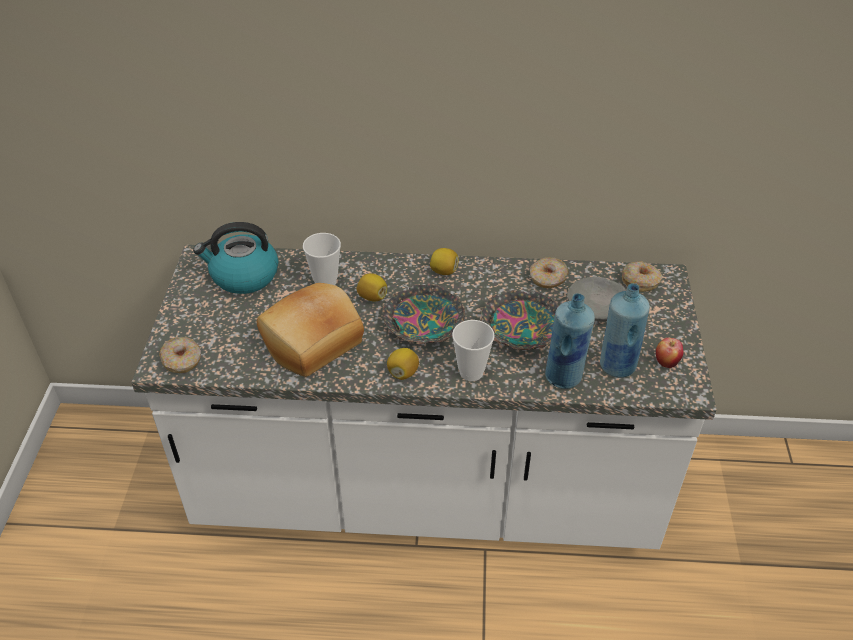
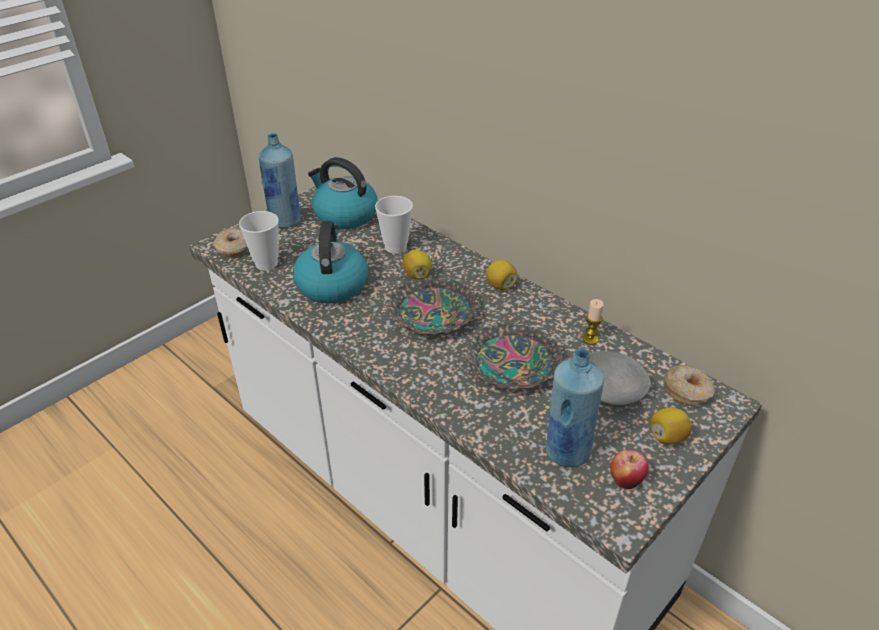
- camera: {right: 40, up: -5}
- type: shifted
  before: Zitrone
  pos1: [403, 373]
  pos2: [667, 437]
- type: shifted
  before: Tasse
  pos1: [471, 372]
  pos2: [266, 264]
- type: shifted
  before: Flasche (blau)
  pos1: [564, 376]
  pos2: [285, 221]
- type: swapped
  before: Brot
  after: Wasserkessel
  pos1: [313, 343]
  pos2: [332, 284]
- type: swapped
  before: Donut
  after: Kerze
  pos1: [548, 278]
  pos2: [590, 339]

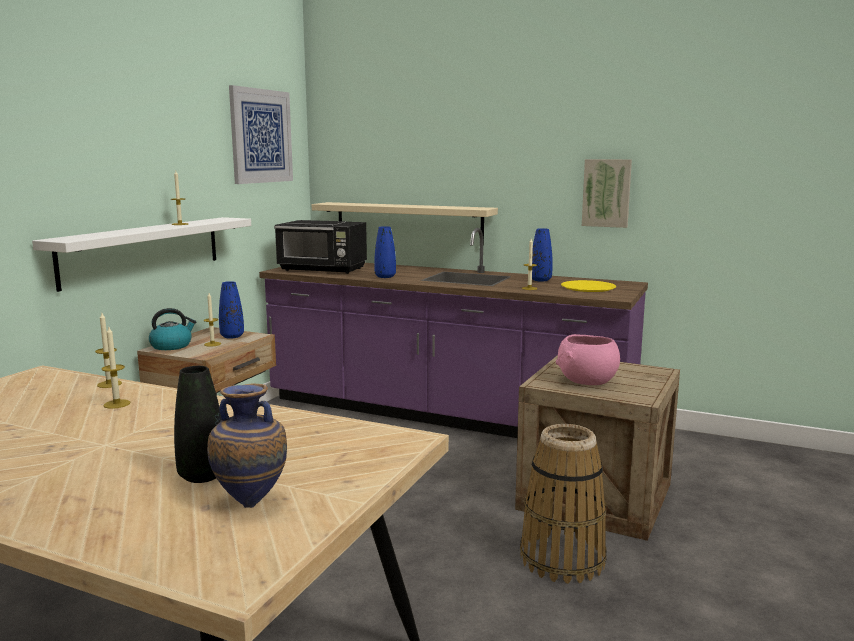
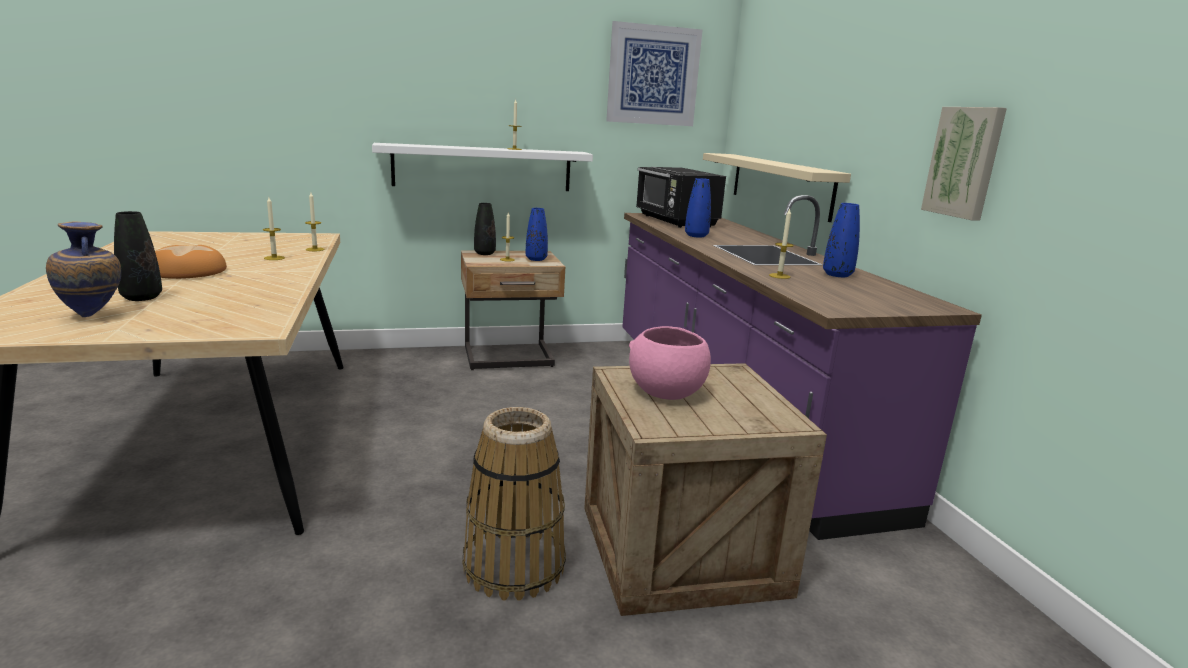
- camera: {right: 50, up: 5}
- type: gone
  before: Teller (gelb)
  pos1: [588, 287]
- type: new
  after: Brot
  pos2: [186, 271]
- type: swapped
  before: Wasserkessel
  after: Vase (schwarz)
  pos1: [172, 346]
  pos2: [484, 253]

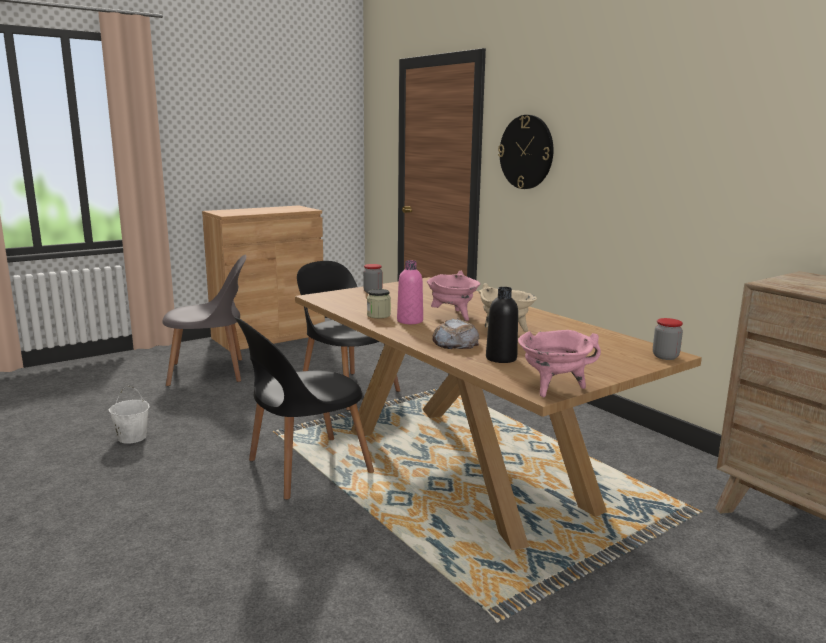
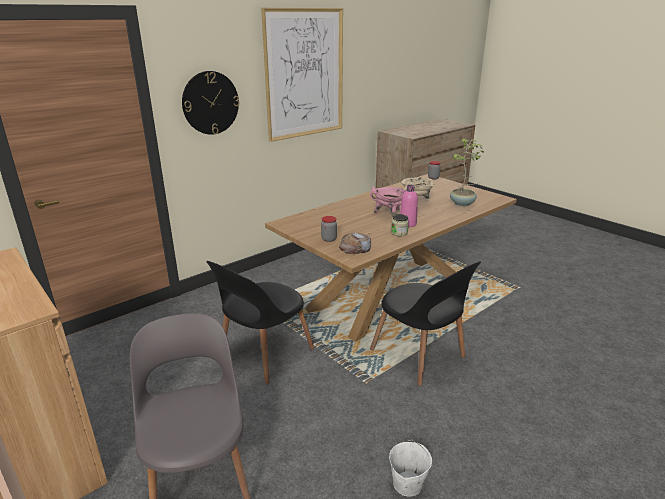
- camera: {right: -95, up: 10}
- type: gone
  before: Kochtopf (rosa)
  pos1: [553, 388]
- type: new
  after: Bild
  pos2: [304, 74]
- type: shifted
  before: Brot
  pos1: [455, 342]
  pos2: [355, 247]
- type: swapped
  before: Flasche (schwarz)
  after: Topfpflanze
  pos1: [501, 358]
  pos2: [462, 203]

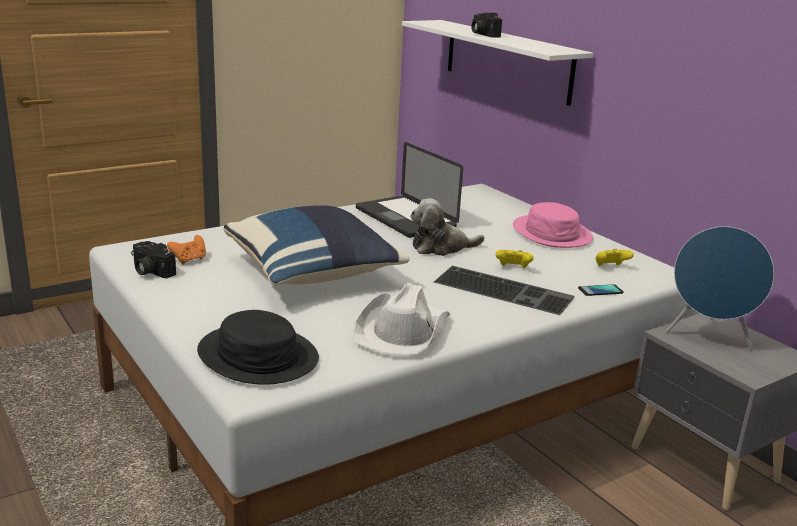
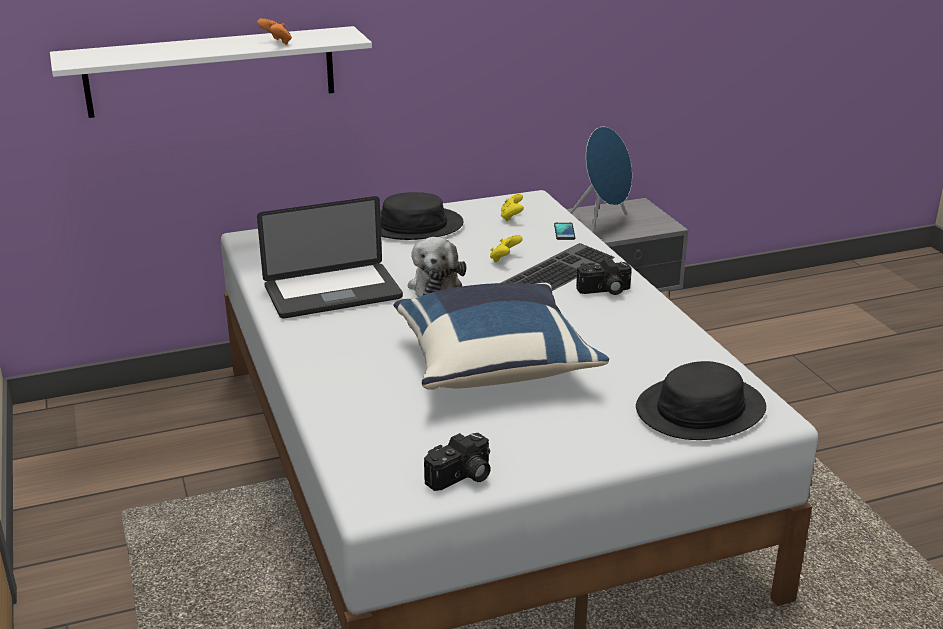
- camera: {right: -75, up: 5}
- type: gone
  before: Hut (weiß)
  pos1: [402, 330]
- type: shifted
  before: Gamepad (orange)
  pos1: [189, 260]
  pos2: [276, 43]
- type: shifted
  before: Kamera
  pos1: [482, 34]
  pos2: [604, 291]
- type: repainted
  before: Hut (rosa)
  after: Hut (schwarz)
  pos1: [552, 233]
  pos2: [413, 225]

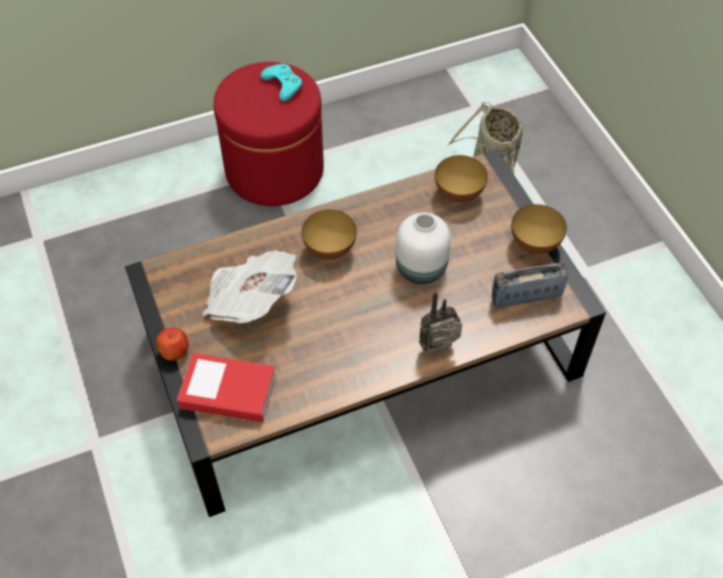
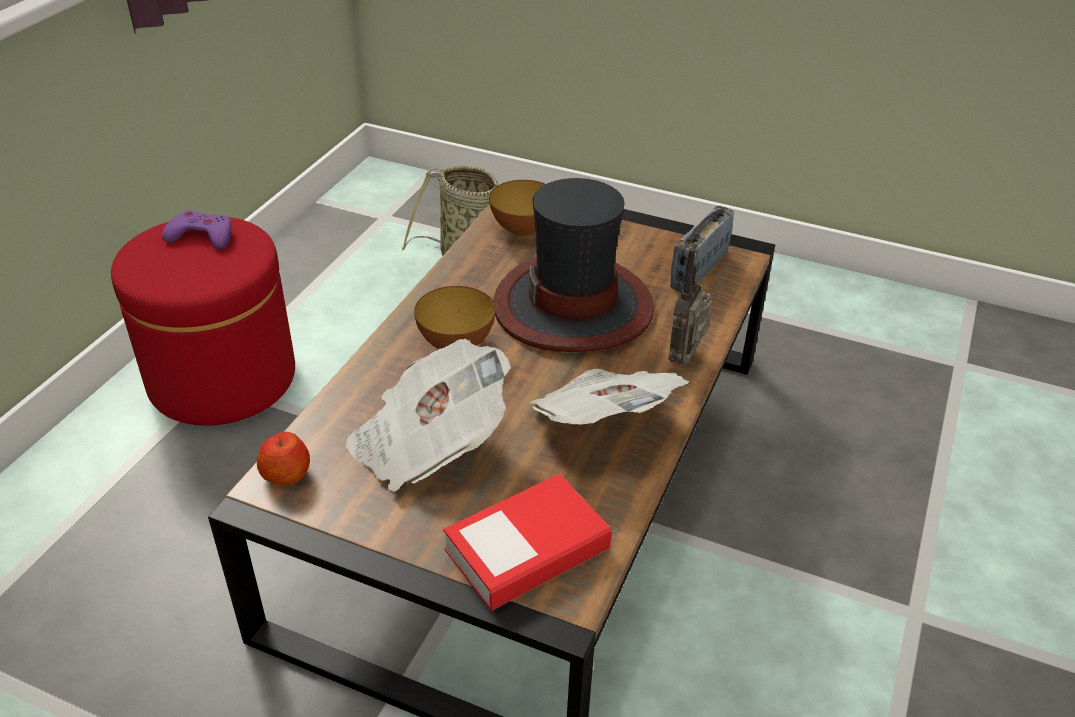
- camera: {right: -45, up: -15}
- type: gone
  before: Schüssel
  pos1: [534, 244]
- type: new
  after: Zeitung
  pos2: [603, 423]
- type: shifted
  before: Apfel
  pos1: [174, 351]
  pos2: [286, 474]
- type: swapped
  before: Vase (weiß)
  after: Hut
  pos1: [421, 269]
  pos2: [574, 306]
- type: repainted
  before: Gamepad (türkis)
  after: Gamepad (lila)
  pos1: [283, 84]
  pos2: [201, 236]

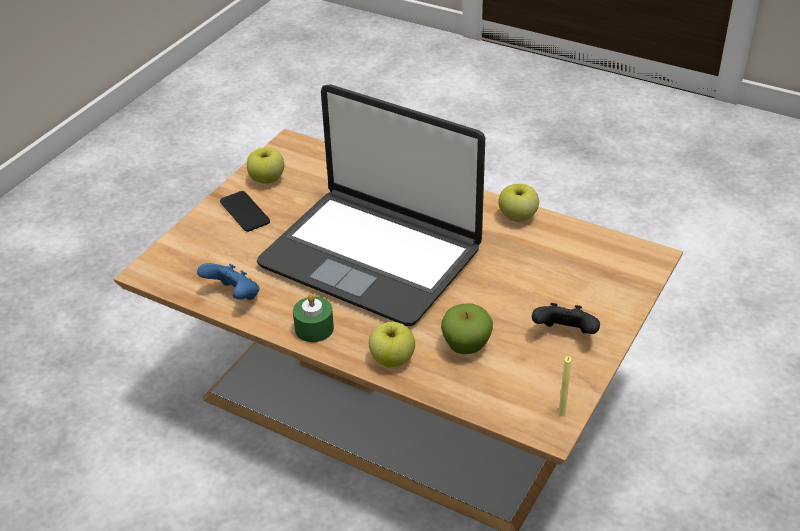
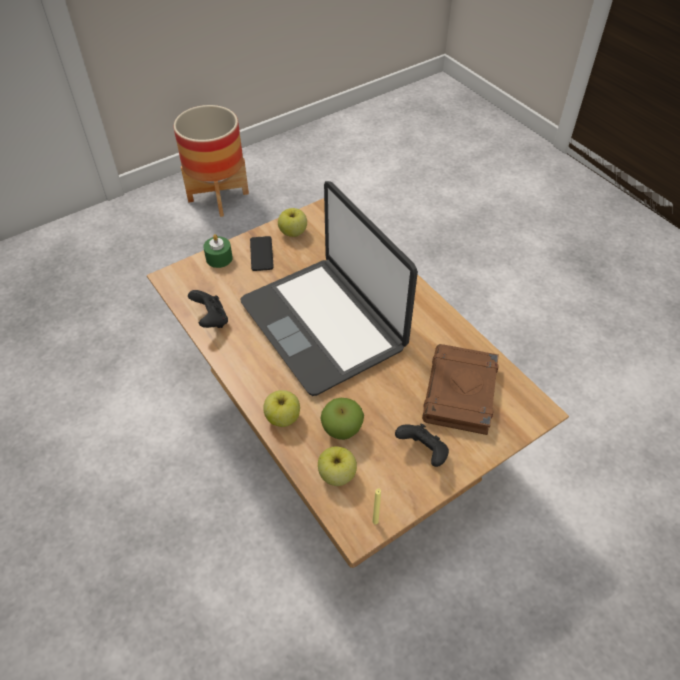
- camera: {right: 25, up: 10}
- type: new
  after: Pflanzkübel
  pos2: [218, 197]
- type: new
  after: Buch (braun)
  pos2: [460, 393]
- type: shifted
  before: Kerze (grün)
  pos1: [314, 328]
  pos2: [219, 258]
- type: shifted
  before: Apfel
  pos1: [517, 217]
  pos2: [337, 475]
- type: repainted
  before: Gamepad (blau)
  after: Gamepad (schwarz)
  pos1: [234, 296]
  pos2: [211, 320]

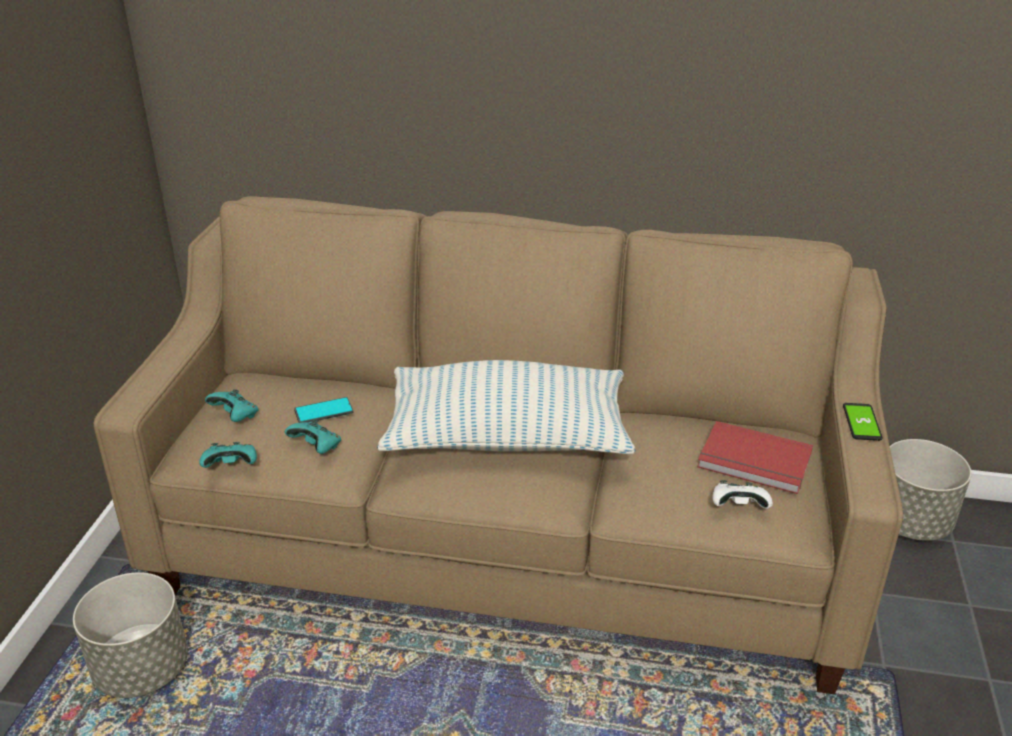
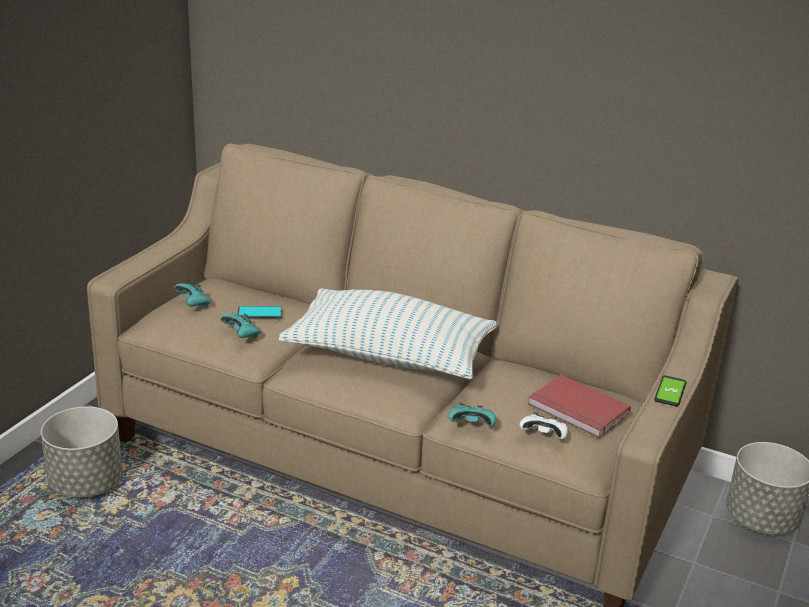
- camera: {right: 15, up: -5}
- type: shifted
  before: Gamepad (türkis)
  pos1: [232, 466]
  pos2: [472, 425]

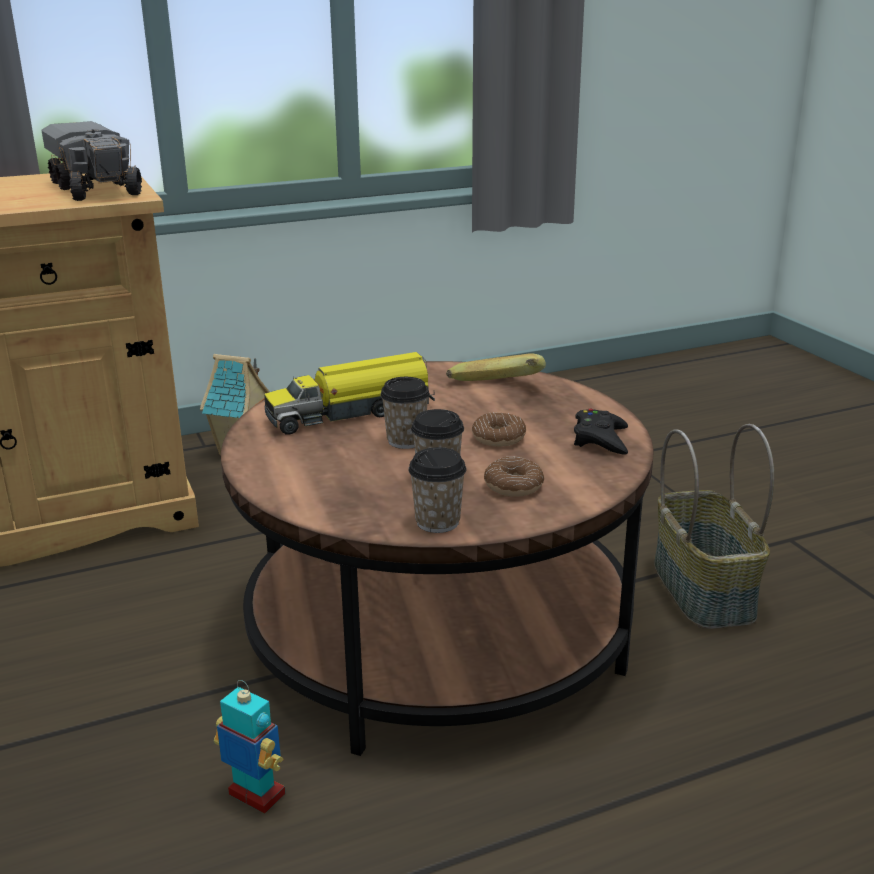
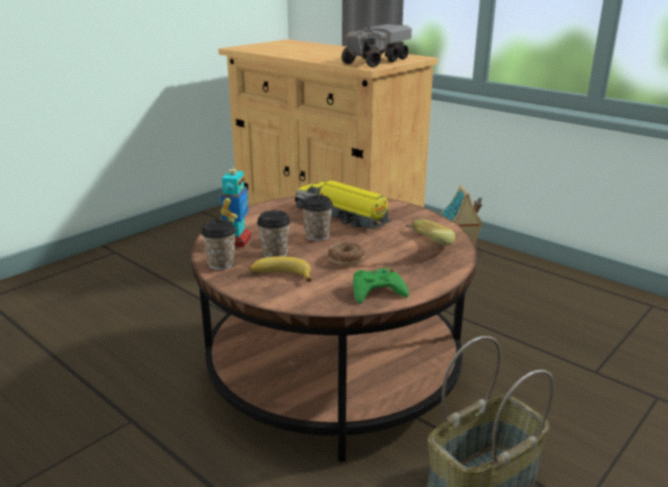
- camera: {right: 65, up: 0}
- type: shifted
  before: Spielzeugroboter
  pos1: [256, 795]
  pos2: [238, 241]
- type: swapped
  before: Donut
  after: Banane
  pos1: [513, 486]
  pos2: [281, 275]
- type: repainted
  before: Gamepad (schwarz)
  after: Gamepad (grün)
  pos1: [600, 439]
  pos2: [377, 291]

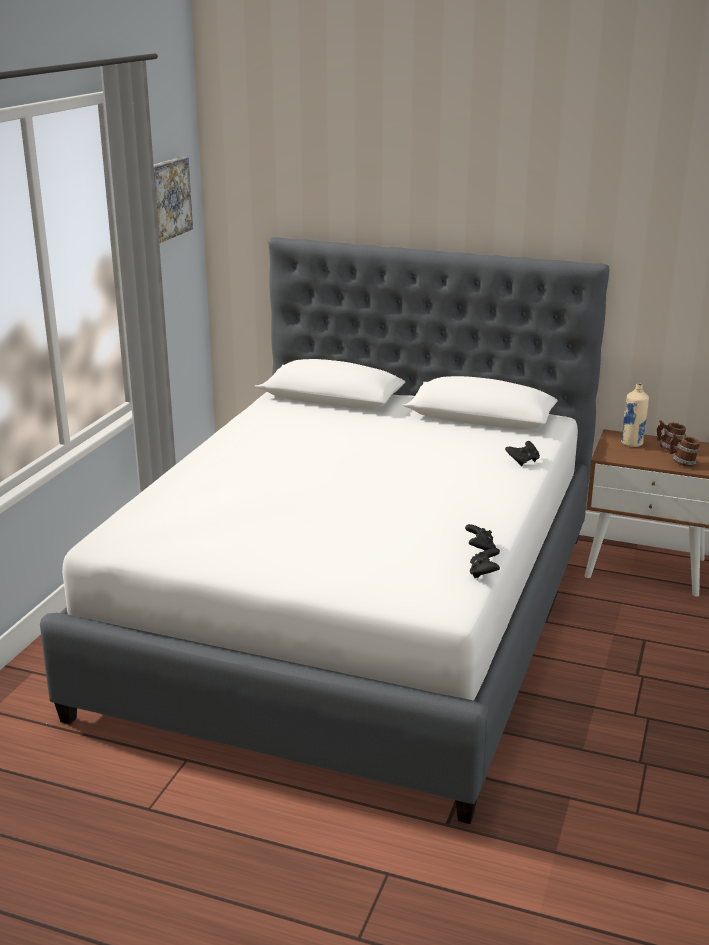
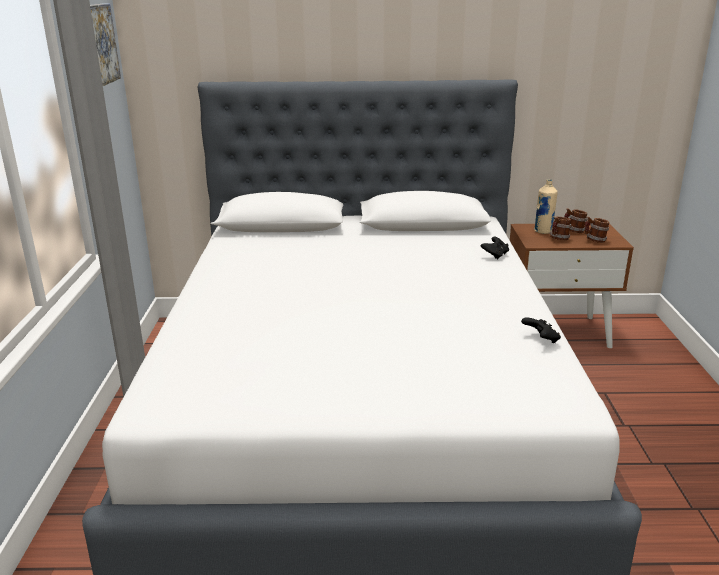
- camera: {right: -20, up: 0}
- type: gone
  before: Gamepad (schwarz)
  pos1: [484, 573]
- type: new
  after: Henkelbecher
  pos2: [558, 239]

